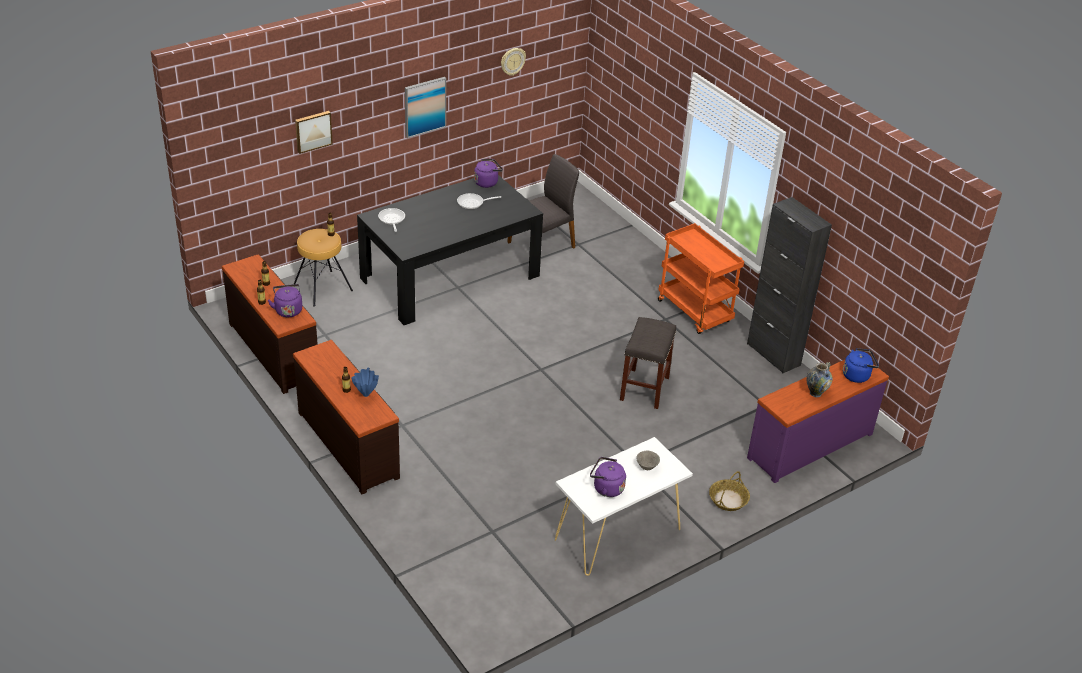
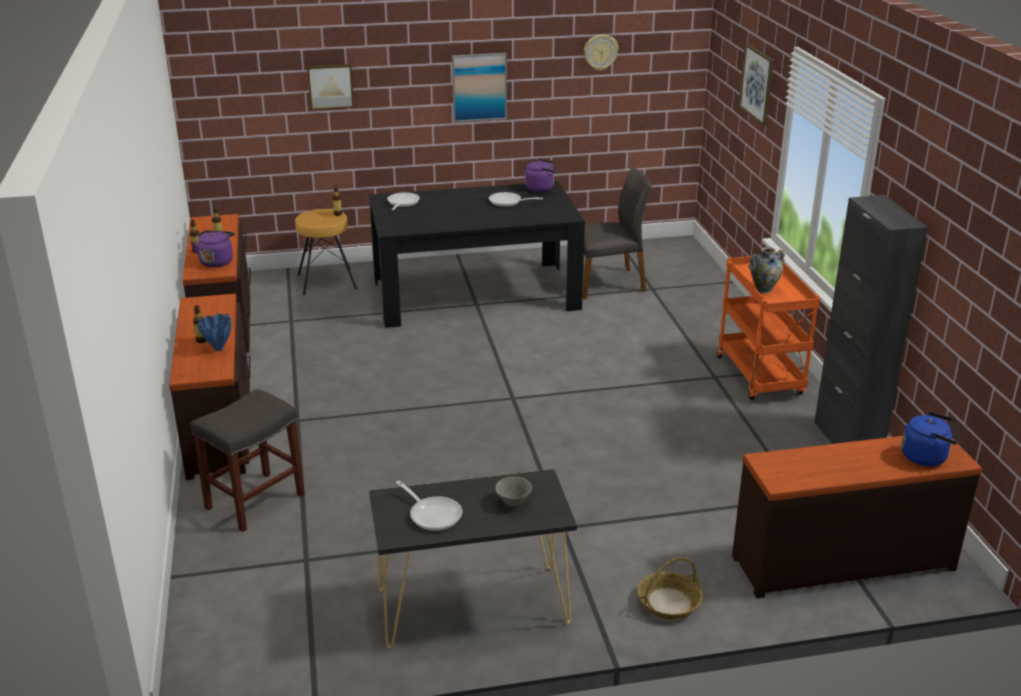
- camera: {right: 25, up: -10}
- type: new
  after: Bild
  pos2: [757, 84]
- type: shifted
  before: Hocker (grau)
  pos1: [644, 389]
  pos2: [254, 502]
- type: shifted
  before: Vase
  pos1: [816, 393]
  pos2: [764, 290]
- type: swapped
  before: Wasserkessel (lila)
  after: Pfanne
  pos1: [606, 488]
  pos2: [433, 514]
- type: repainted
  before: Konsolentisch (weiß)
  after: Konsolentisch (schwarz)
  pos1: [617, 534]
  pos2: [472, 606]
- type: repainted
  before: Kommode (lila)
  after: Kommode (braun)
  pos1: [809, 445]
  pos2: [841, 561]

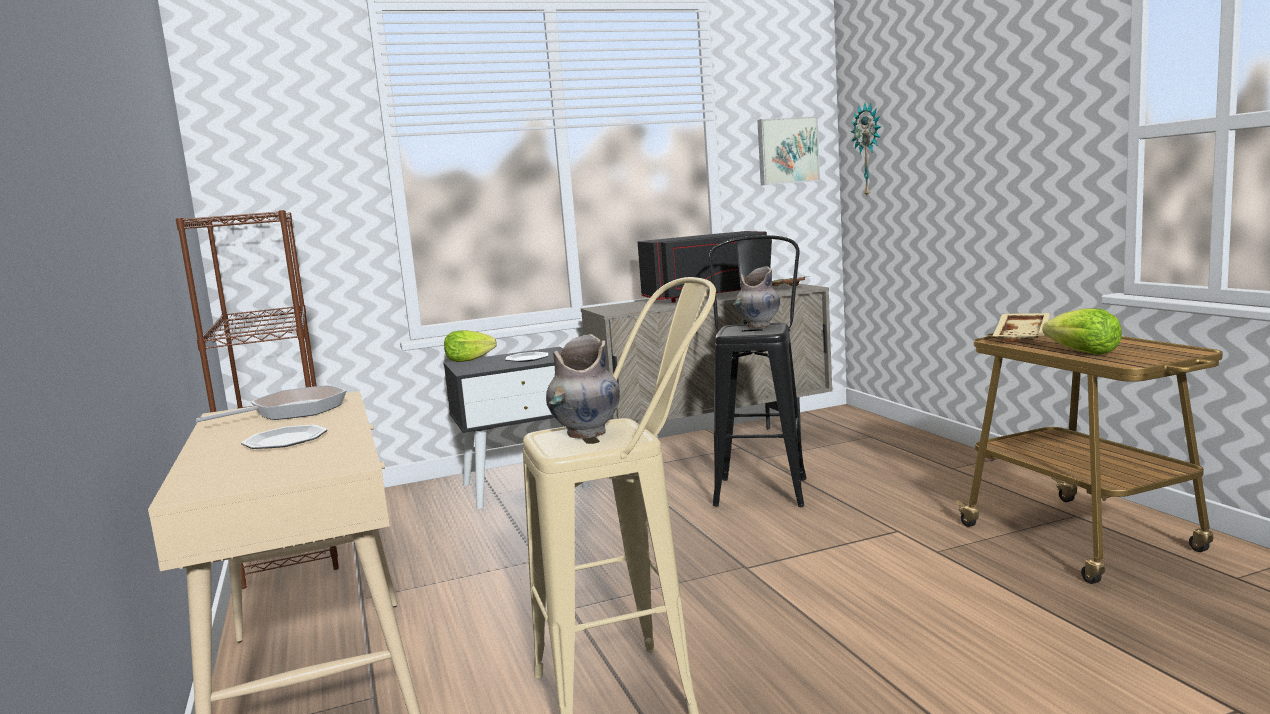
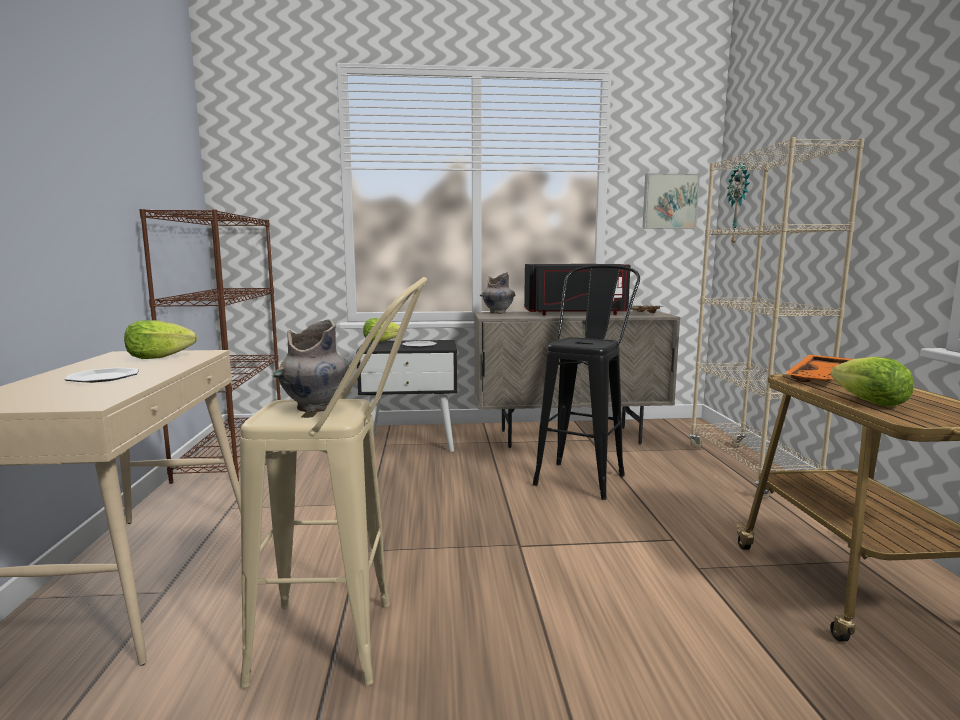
- camera: {right: 15, up: 0}
- type: new
  after: Bücherregal (beige)
  pos2: [749, 469]
- type: shifted
  before: Vase (grau)
  pos1: [758, 326]
  pos2: [497, 313]
- type: swapped
  before: Pfanne
  after: Salatkopf
  pos1: [292, 411]
  pos2: [158, 358]
- type: repainted
  before: Tablett (beige)
  after: Tablett (orange)
  pos1: [1023, 336]
  pos2: [821, 378]

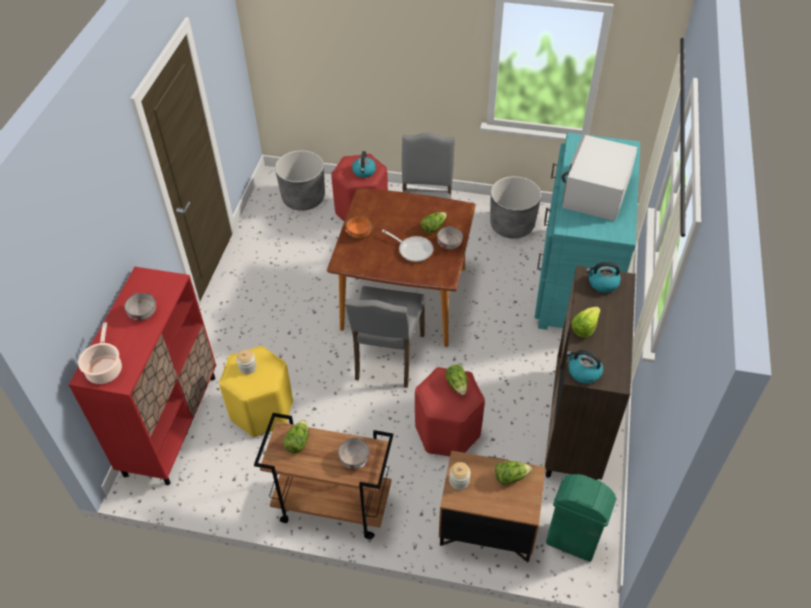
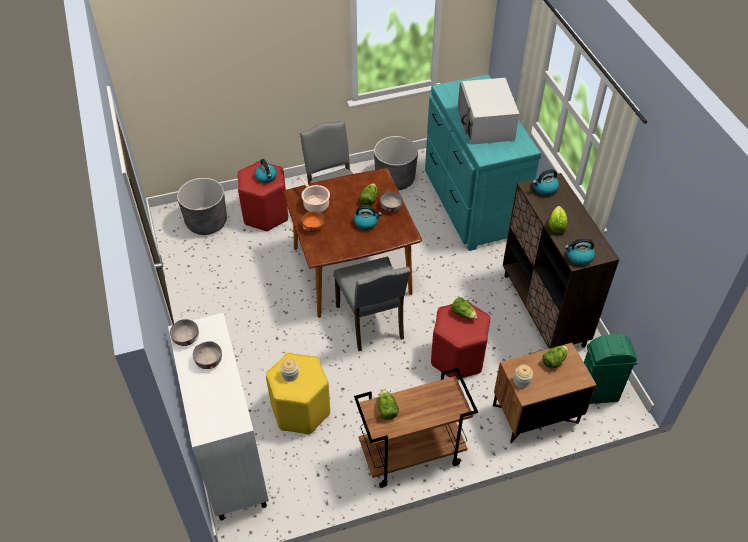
- camera: {right: -30, up: 0}
- type: shifted
  before: Kochtopf
  pos1: [105, 369]
  pos2: [315, 204]
- type: shifted
  before: Schüssel (grau)
  pos1: [354, 458]
  pos2: [186, 338]
- type: swapped
  before: Pfanne
  after: Wasserkessel
  pos1: [413, 249]
  pos2: [366, 222]
- type: repainted
  before: Schrank (rot)
  after: Schrank (weiß)
  pos1: [171, 424]
  pos2: [230, 457]

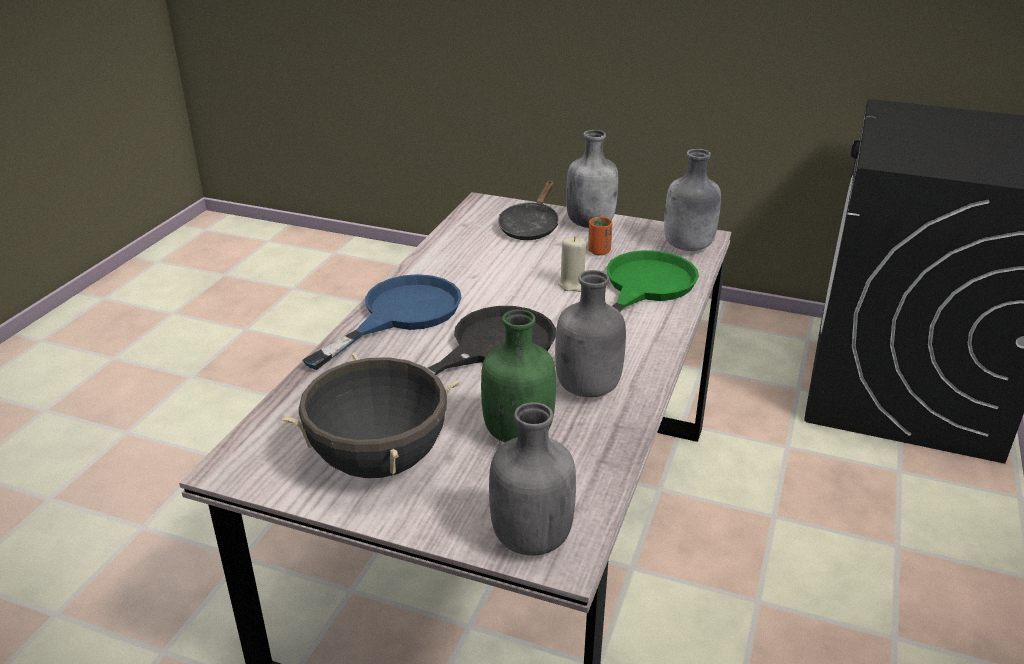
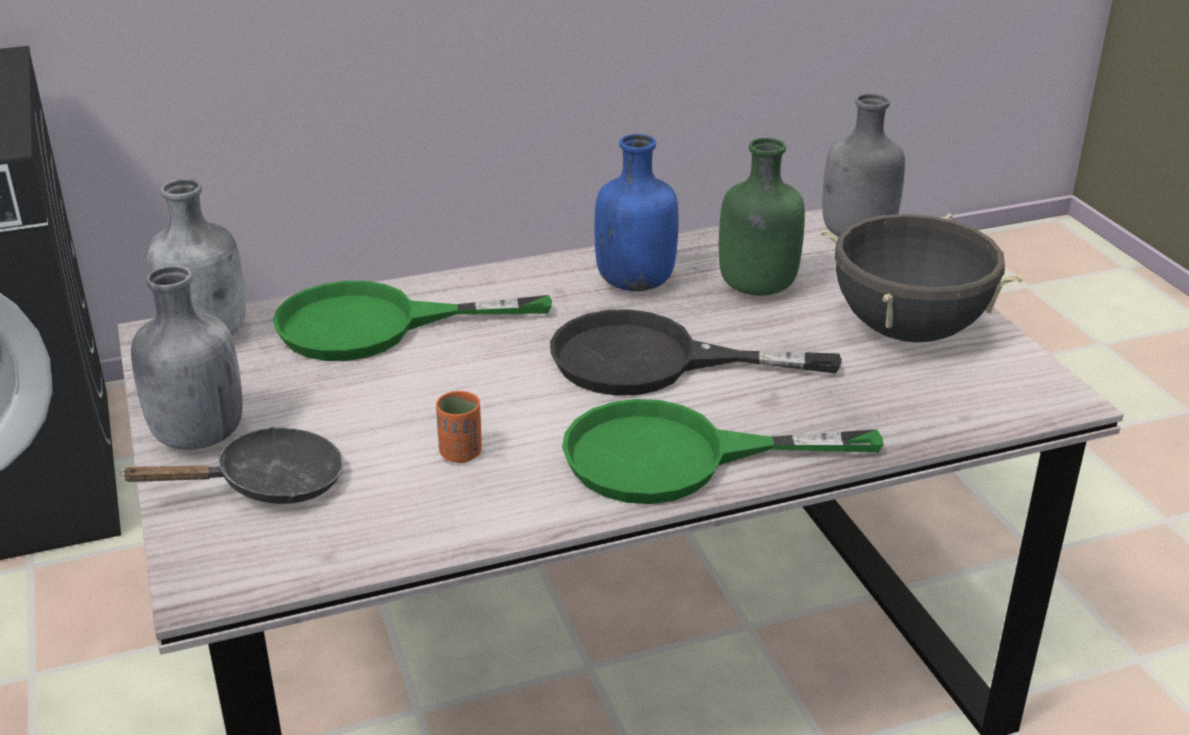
- camera: {right: -130, up: 0}
- type: gone
  before: Kerze (beige)
  pos1: [573, 284]
- type: shifted
  before: Tasse (orange)
  pos1: [599, 251]
  pos2: [460, 453]
- type: repainted
  before: Pfanne (blau)
  after: Pfanne (grün)
  pos1: [400, 315]
  pos2: [676, 458]
- type: repainted
  before: Flasche (grau)
  after: Flasche (blau)
  pos1: [589, 388]
  pos2: [635, 282]

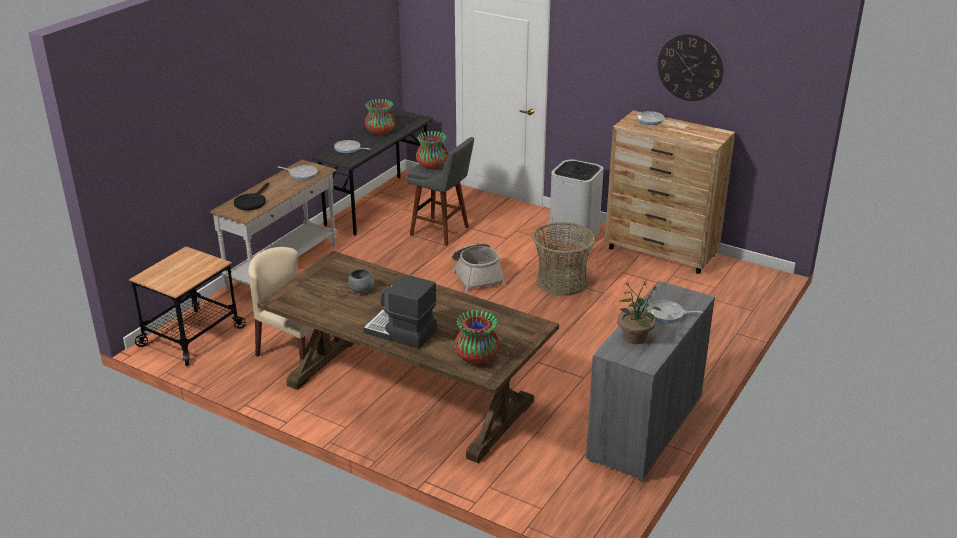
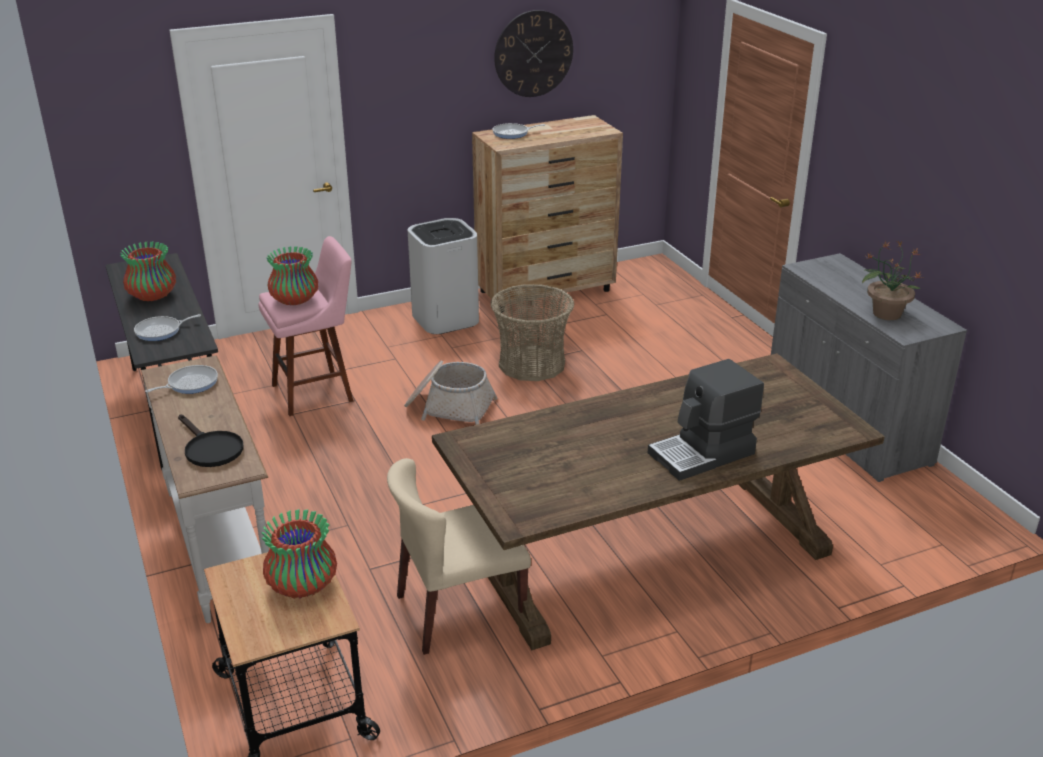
- camera: {right: -55, up: 0}
- type: gone
  before: Schüssel (grau)
  pos1: [361, 290]
- type: gone
  before: Pfanne
  pos1: [668, 314]
- type: shifted
  before: Vase
  pos1: [476, 357]
  pos2: [302, 586]
- type: repainted
  before: Hocker (grau)
  after: Hocker (rosa)
  pos1: [442, 232]
  pos2: [317, 392]

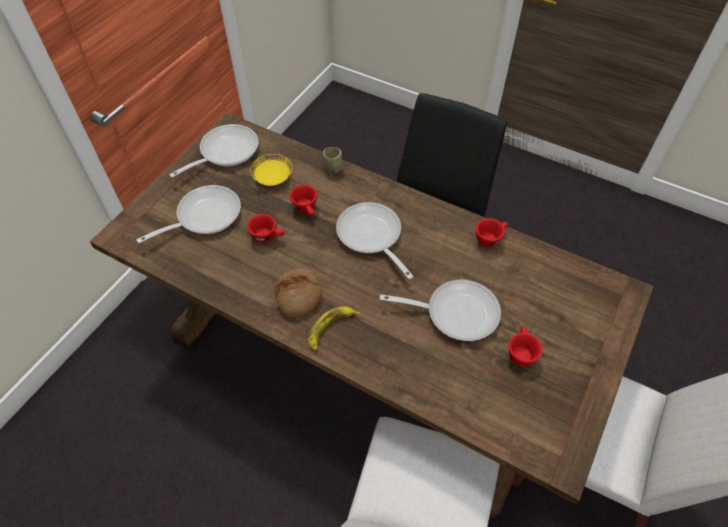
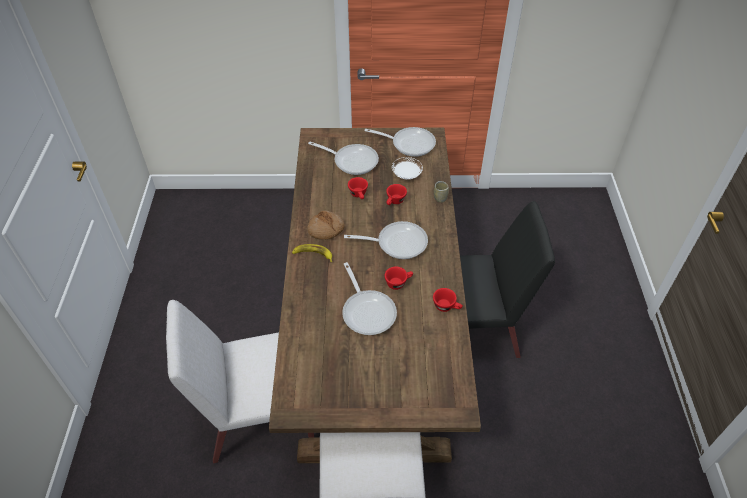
- camera: {right: 60, up: -5}
- type: shifted
  before: Tasse (rot)
  pos1: [520, 352]
  pos2: [398, 282]
- type: repainted
  before: Teller (gelb)
  after: Teller (weiß)
  pos1: [272, 178]
  pos2: [406, 174]
- type: rotated
  before: Pfanne
  pos1: [371, 237]
  pos2: [397, 243]
  turn: 60

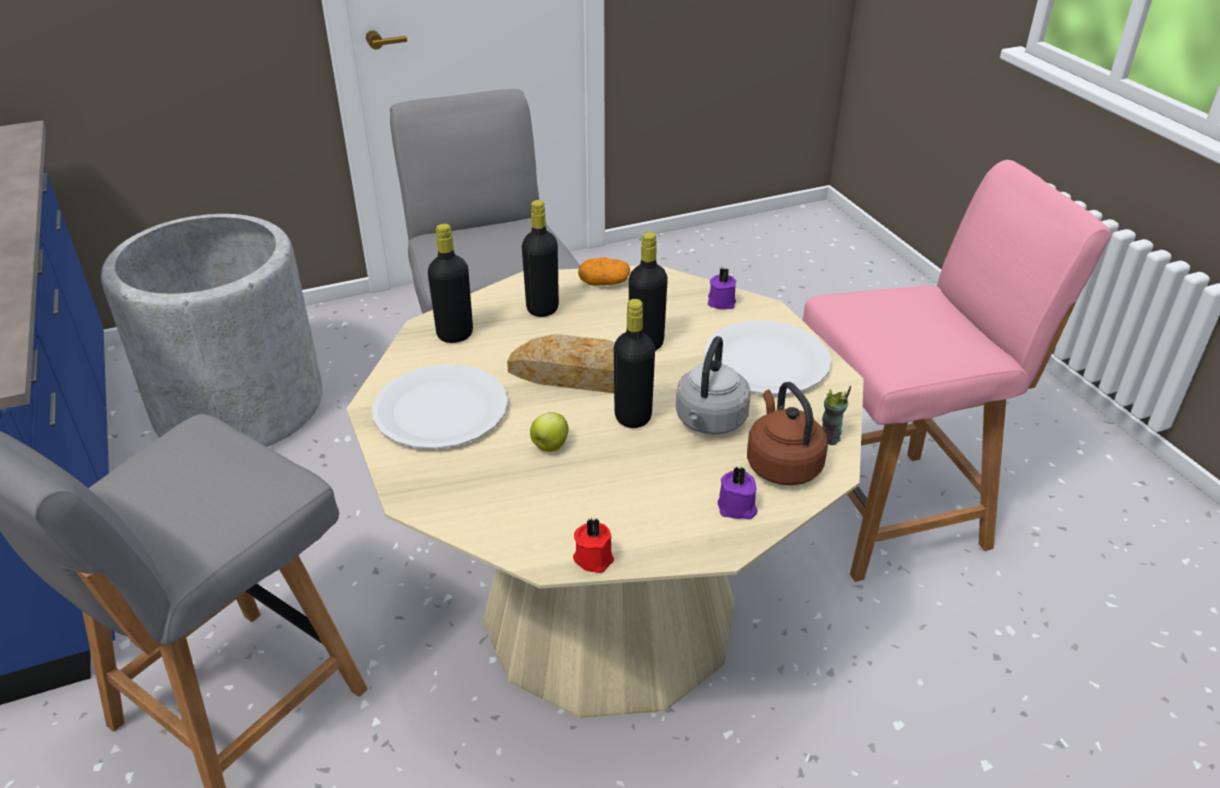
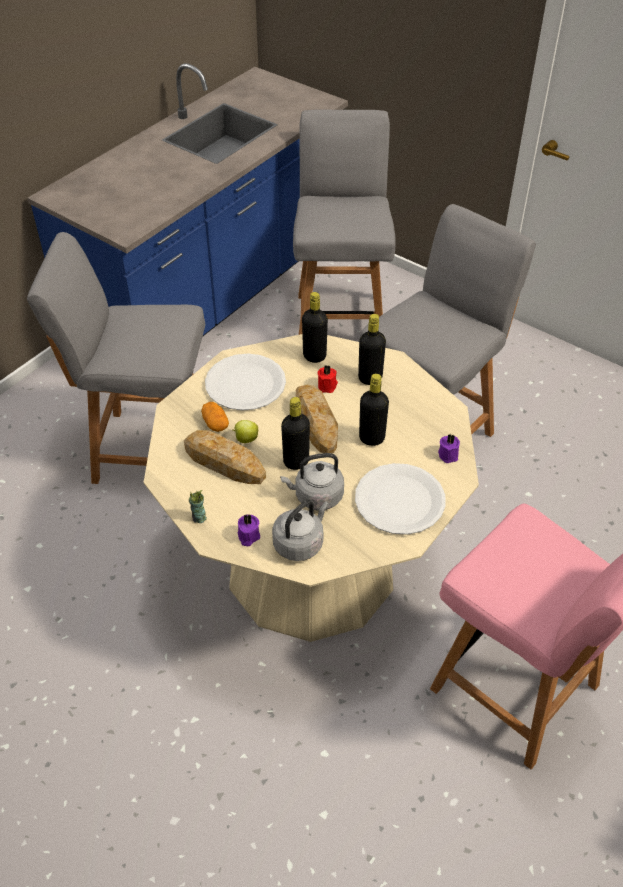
- camera: {right: 60, up: 10}
- type: new
  after: Brot
  pos2: [224, 462]
- type: shifted
  before: Kerze (rot)
  pos1: [594, 557]
  pos2: [328, 386]
- type: shifted
  before: Kartoffel
  pos1: [604, 283]
  pos2: [215, 423]
- type: shifted
  before: Tasse
  pos1: [830, 439]
  pos2: [199, 518]
- type: swapped
  before: Pflanzkübel (grau)
  after: Stuhl (grau)
  pos1: [239, 405]
  pos2: [340, 320]
- type: repainted
  before: Wasserkessel (braun)
  after: Wasserkessel (grau)
  pos1: [781, 464]
  pos2: [300, 543]

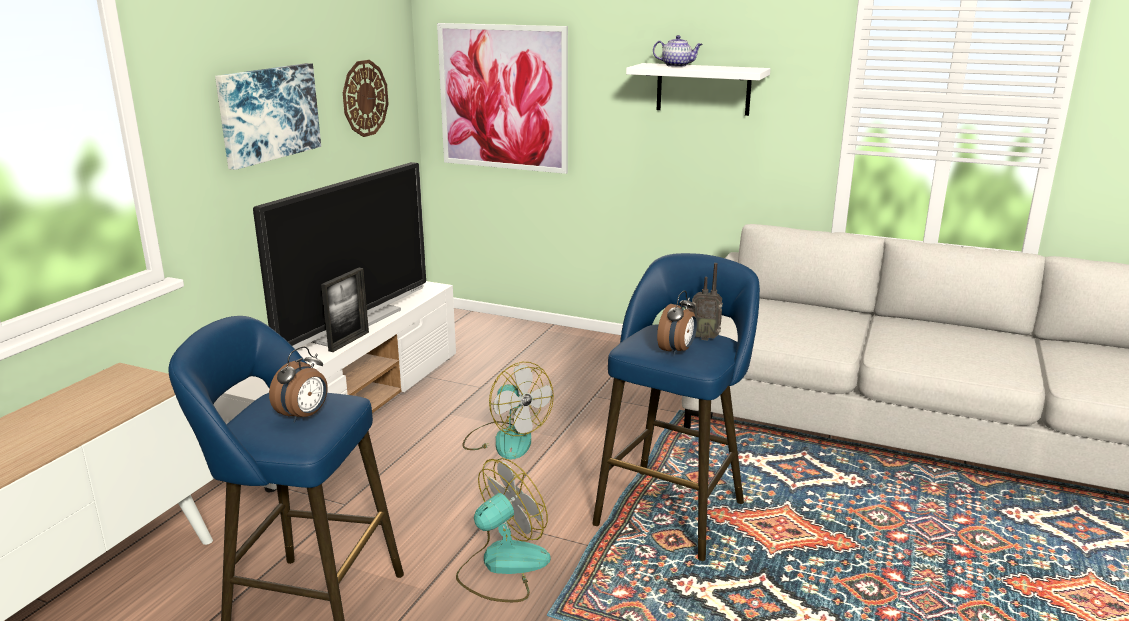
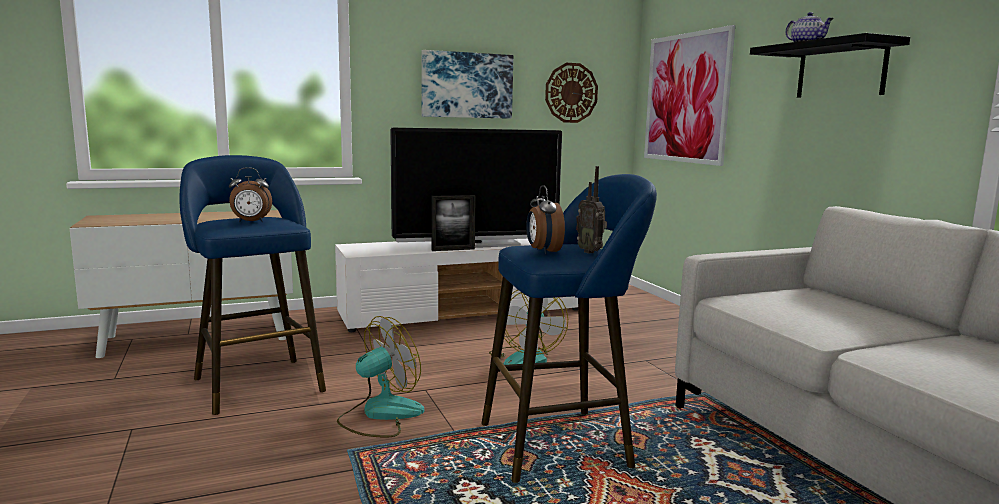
- camera: {right: 45, up: -10}
- type: repainted
  before: Wandregal (weiß)
  after: Wandregal (schwarz)
  pos1: [703, 89]
  pos2: [841, 70]
- type: rotated
  before: Ventilator
  pos1: [502, 566]
  pos2: [380, 415]
  turn: -45
- type: rotated
  before: Wecker
  pos1: [677, 351]
  pos2: [543, 251]
  turn: 90

